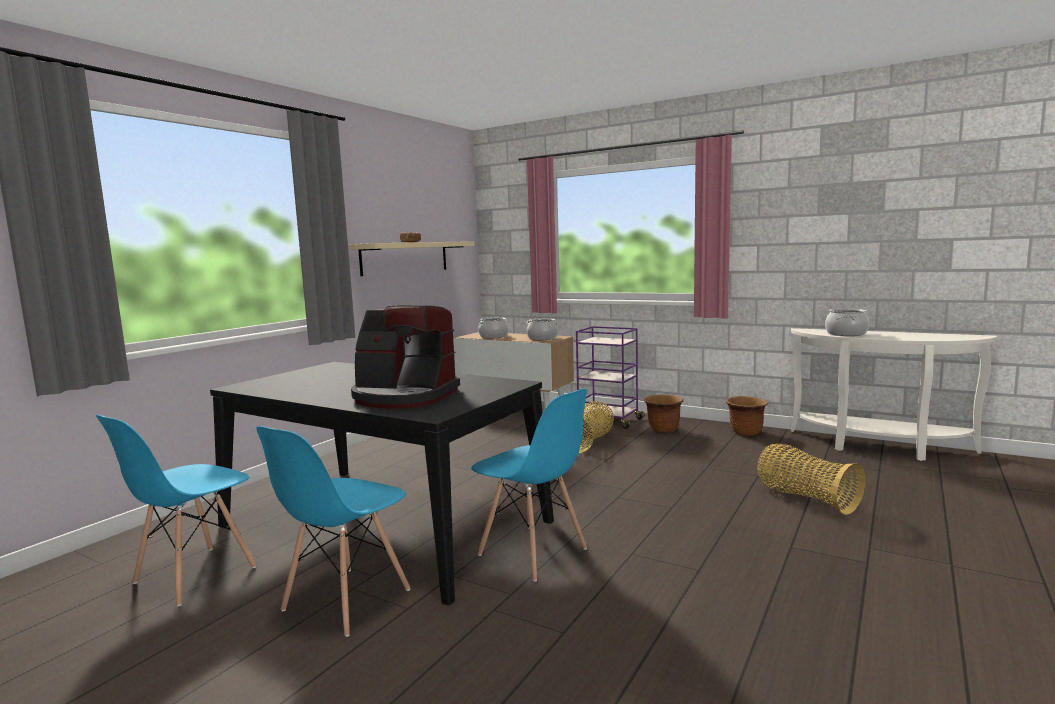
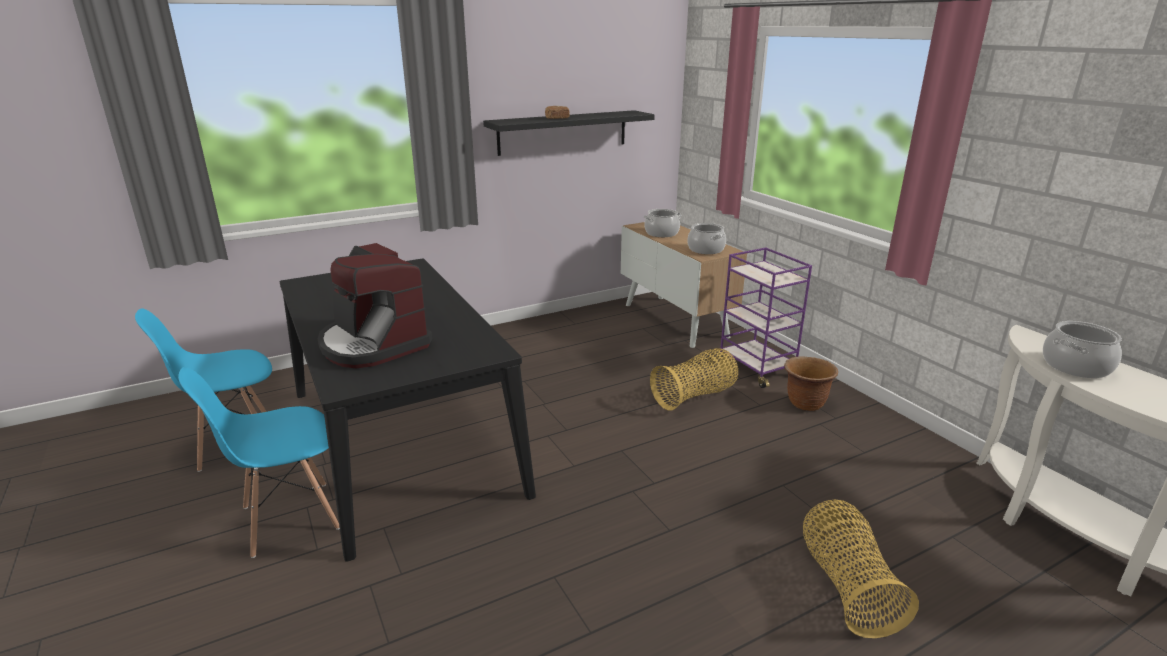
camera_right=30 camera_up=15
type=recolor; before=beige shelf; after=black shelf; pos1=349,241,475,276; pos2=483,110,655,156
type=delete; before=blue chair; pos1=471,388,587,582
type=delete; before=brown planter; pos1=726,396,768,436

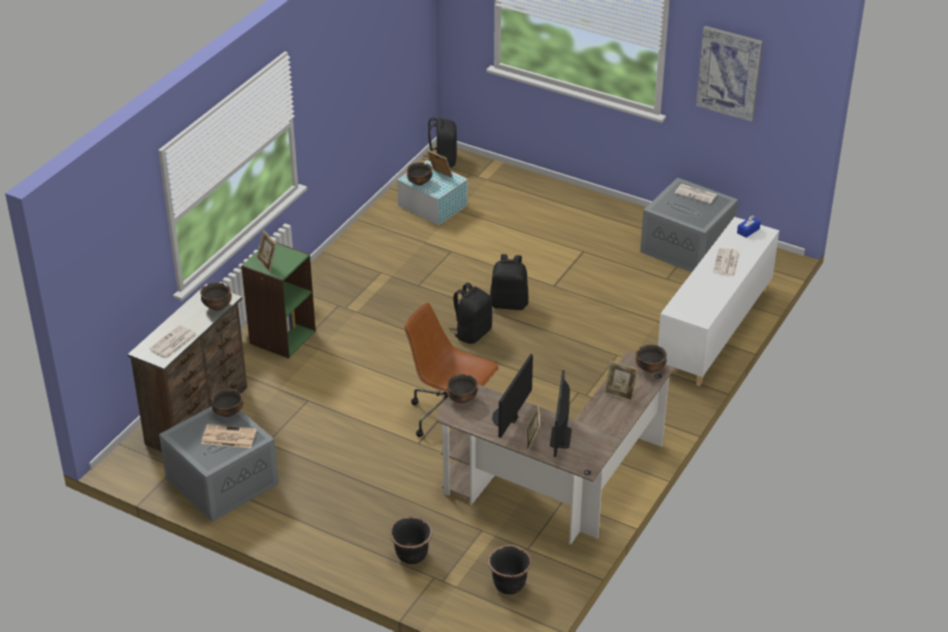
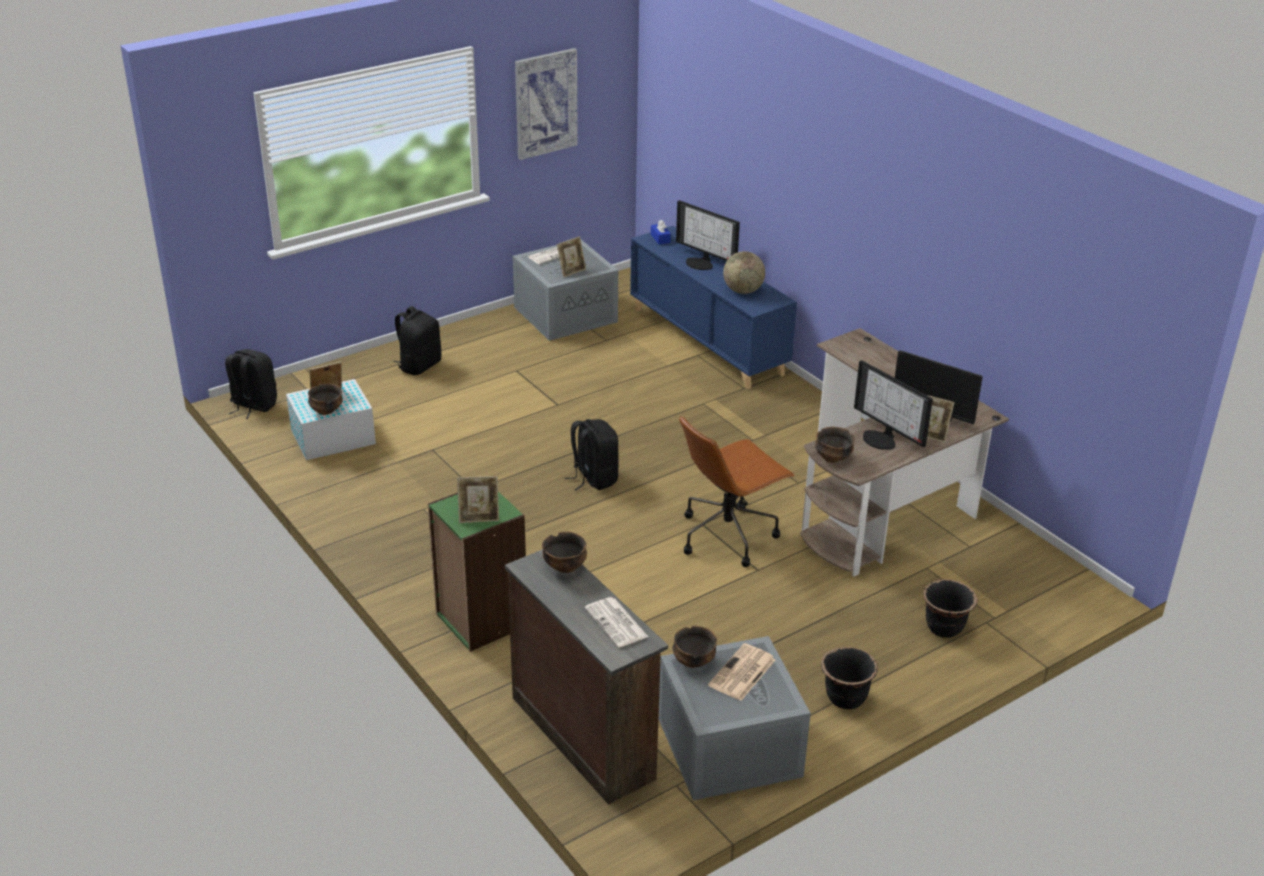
camera_right=-65 camera_up=-5
type=move; before=black backpack; pos1=490,254,528,310; pos2=393,306,441,375
type=move; before=picture frame; pos1=604,361,638,401; pos2=557,237,586,278
type=recolor; before=white cabinet; after=blue cabinet; pos1=658,217,779,386; pos2=630,226,797,389
type=replace; before=newspaper; after=monitor; pos1=713,248,740,276; pos2=676,200,740,270
type=insert; after=globe; pos2=723,251,765,294
type=move; before=black planter; pos1=488,545,532,595; pos2=821,647,878,709
type=delete; before=bowl; pos1=635,344,667,373

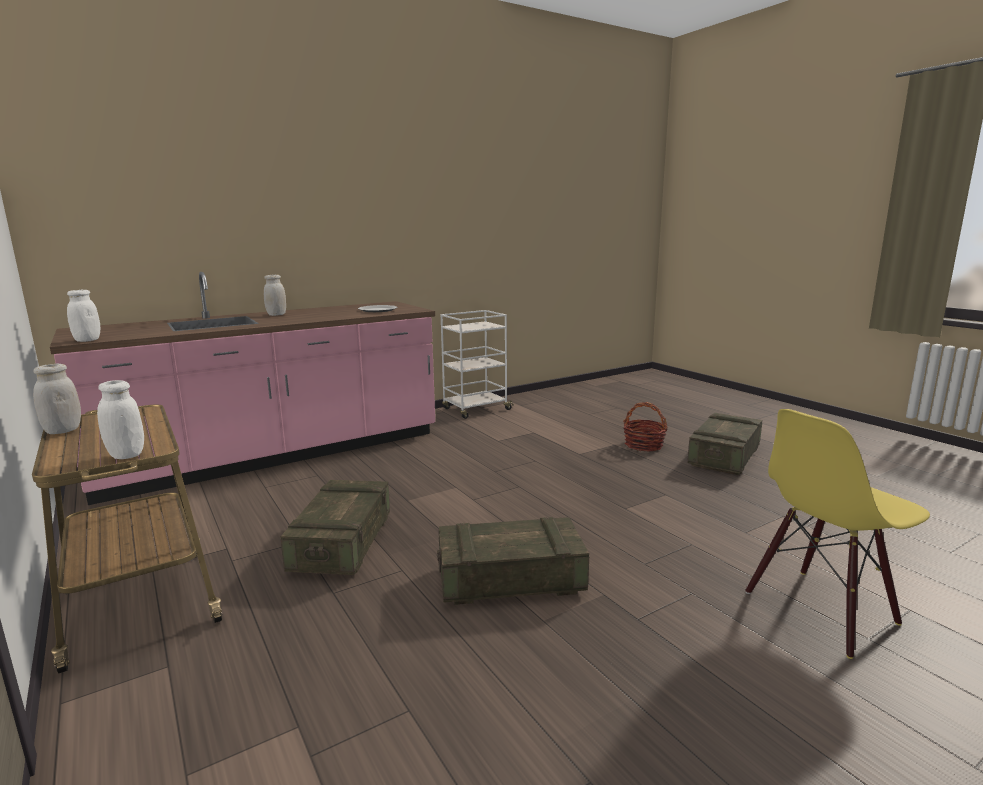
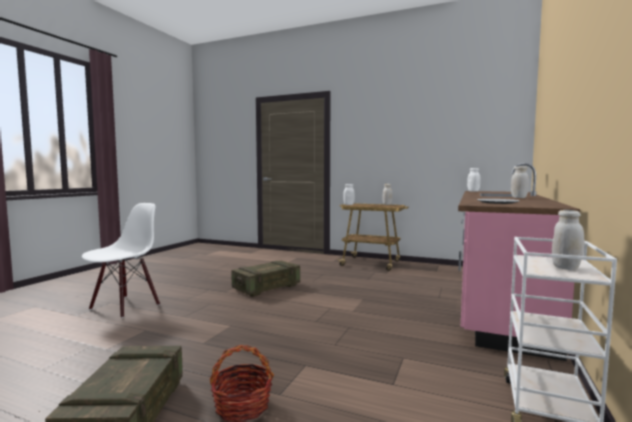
camera_right=145 camera_up=-10
type=recolor; before=yellow chair; after=white chair; pos1=745,409,930,659; pos2=82,203,160,318
type=insert; after=white jar; pos2=552,210,584,270
type=delete; before=crate; pos1=281,480,390,575

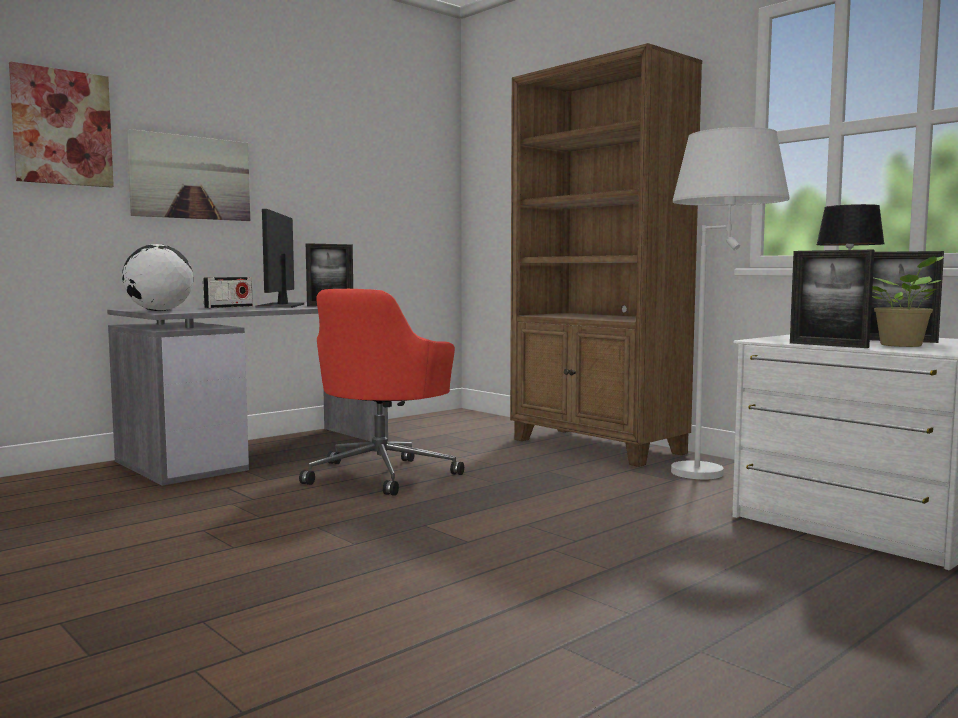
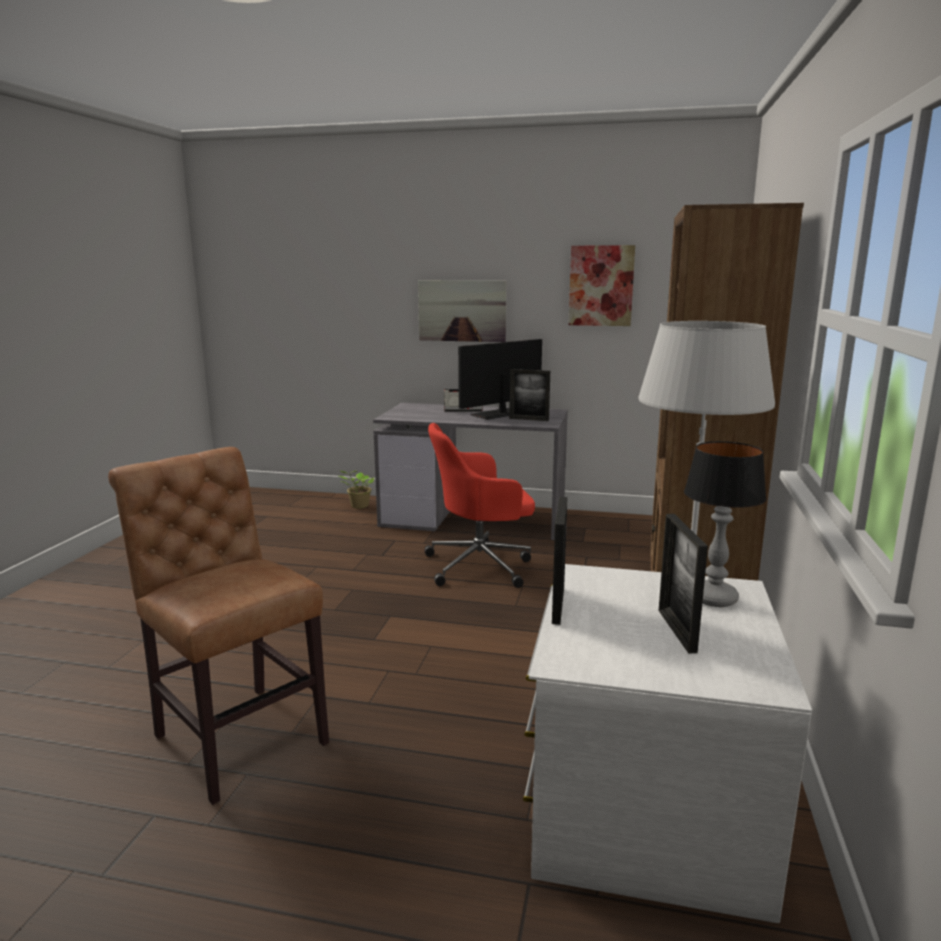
camera_right=55 camera_up=10
type=insert; after=brown chair; pos2=108,447,329,805
type=move; before=potted plant; pos1=872,256,944,347; pos2=339,471,374,508
type=move; before=picture; pos1=9,62,114,187; pos2=568,245,635,326
type=delete; before=globe; pos1=122,244,193,311

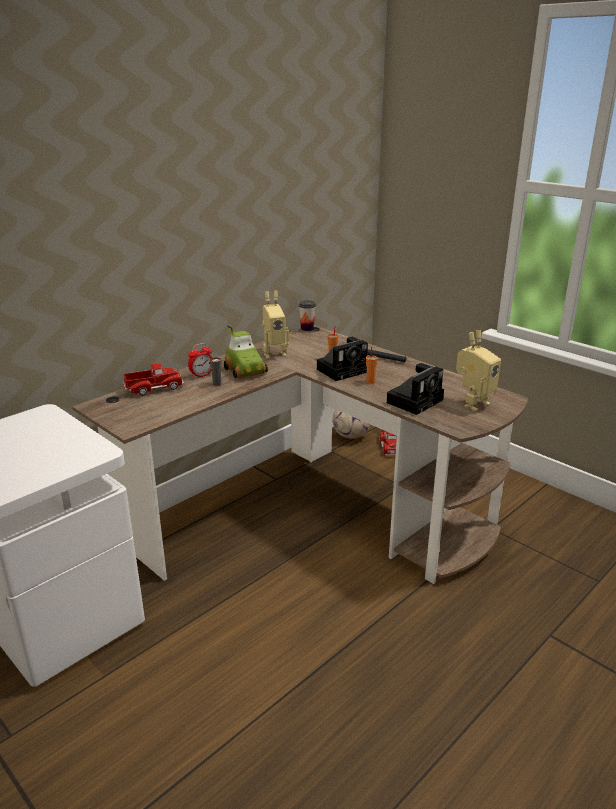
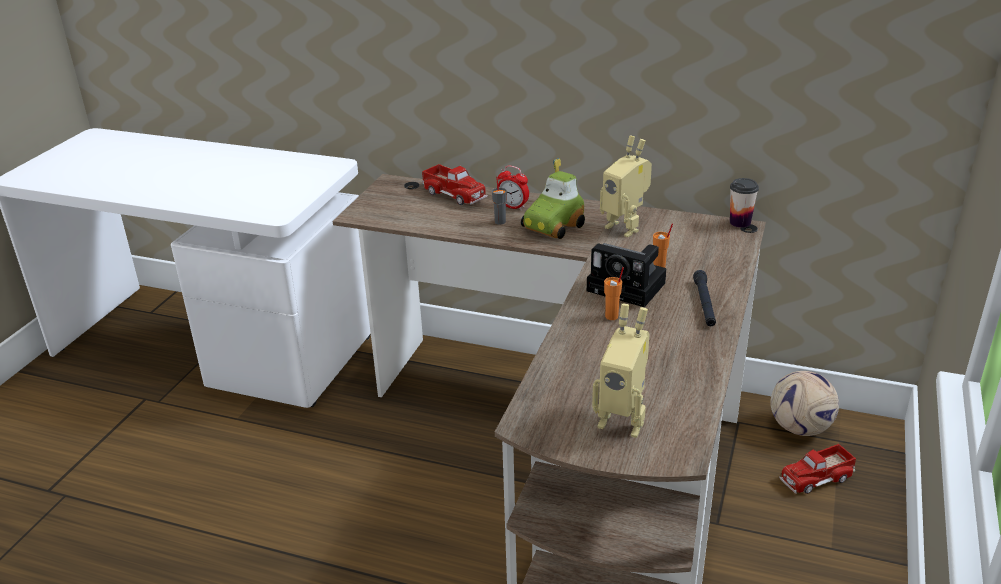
camera_right=65 camera_up=5
type=delete; before=photo camera; pos1=387,363,444,415

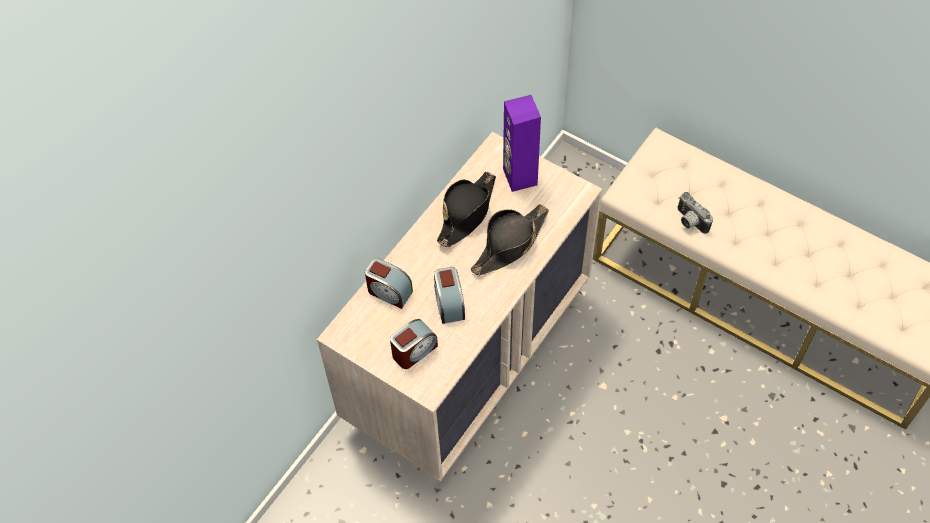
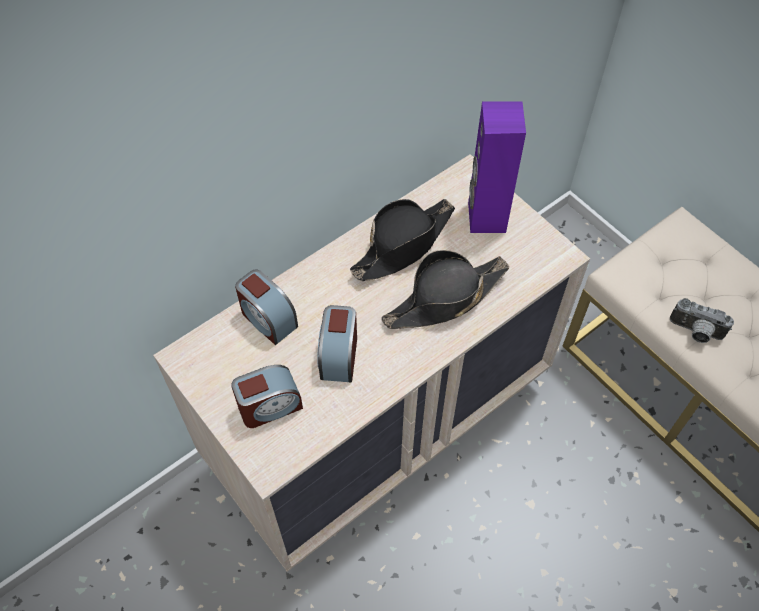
camera_right=15 camera_up=0
type=rotate; before=photo camera; pos1=677,192,713,234; pos2=670,298,734,343; turn=-45

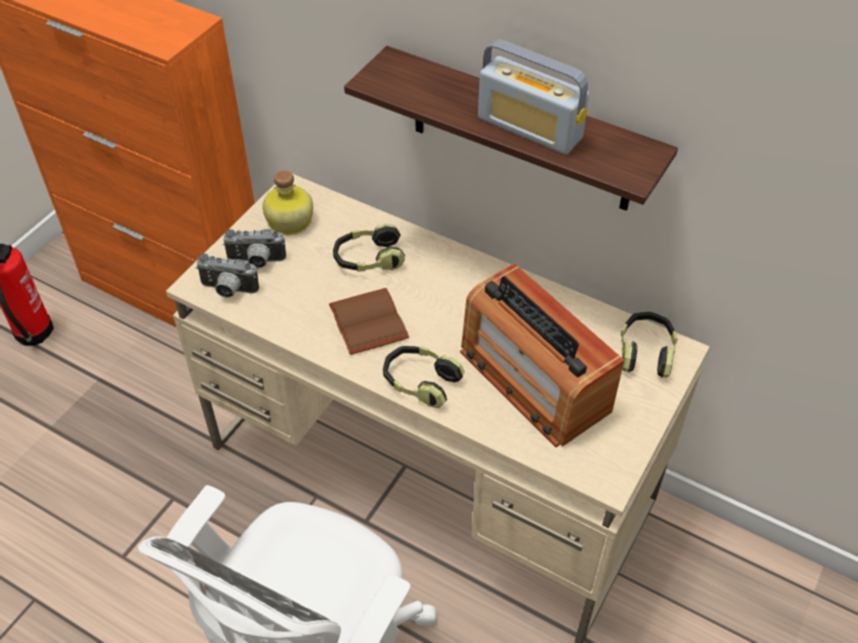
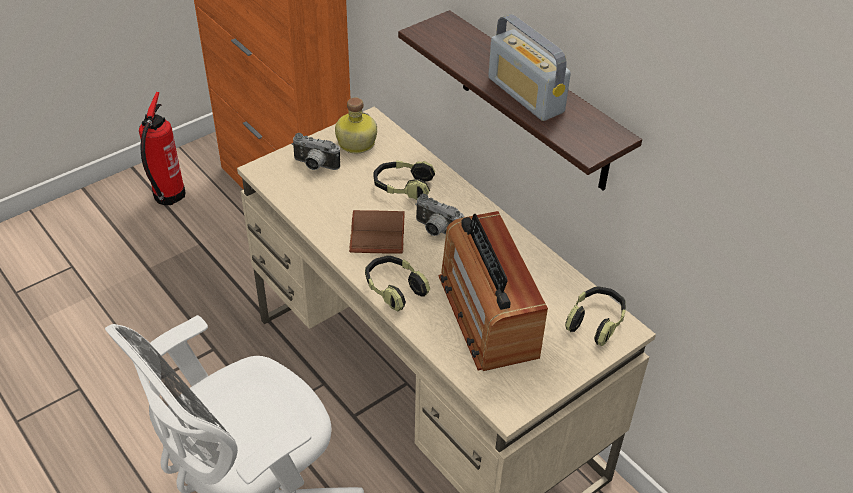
camera_right=20 camera_up=-5
type=move; before=photo camera; pos1=196,253,259,298; pos2=415,194,464,236

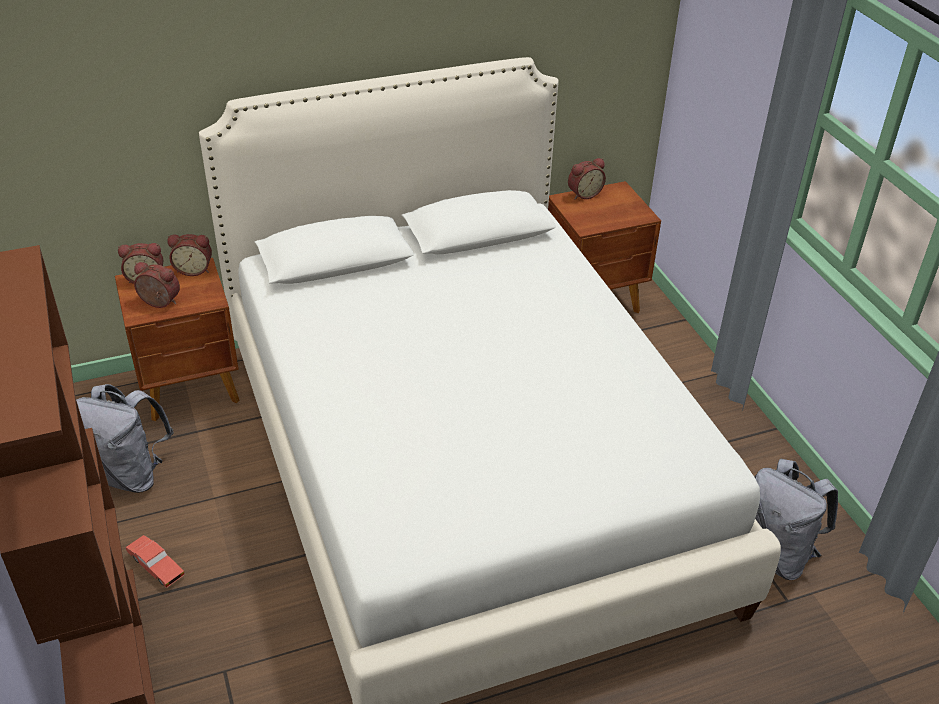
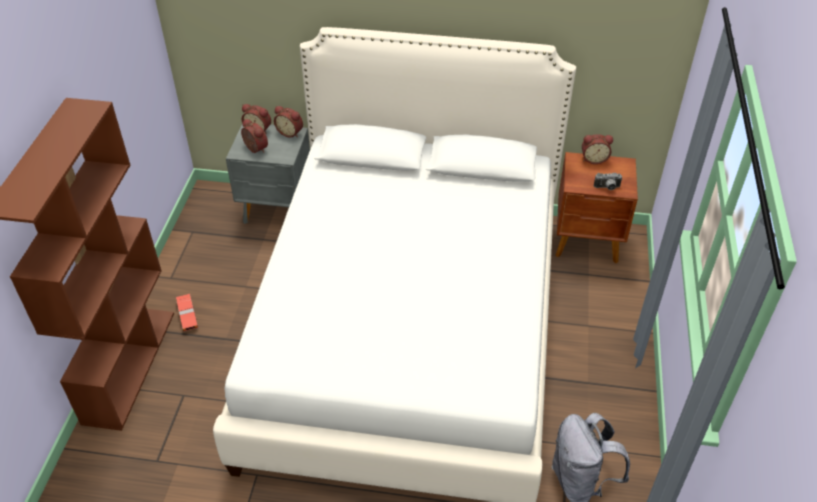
camera_right=30 camera_up=5
type=recolor; before=brown nightstand; after=grey nightstand; pos1=115,258,240,421; pos2=226,123,310,224
type=insert; after=photo camera; pos2=594,173,623,190
type=delete; before=grey backpack; pos1=76,384,174,493

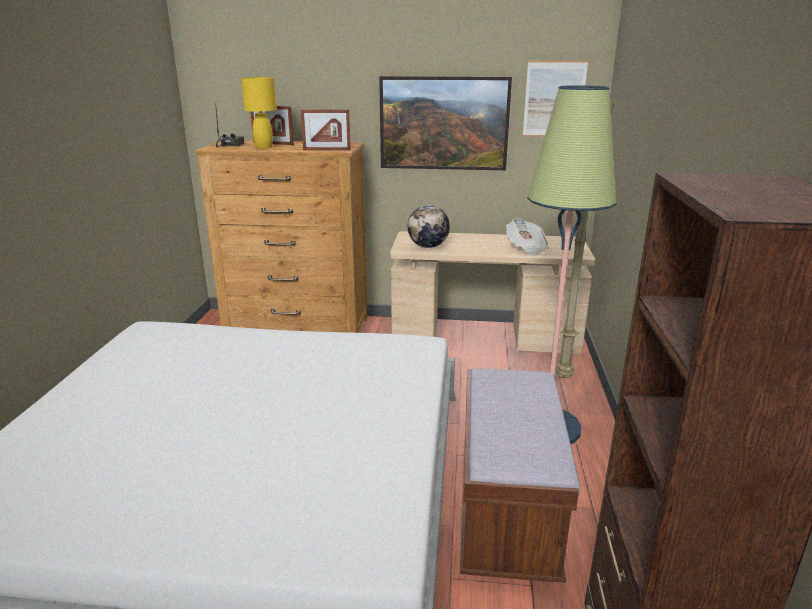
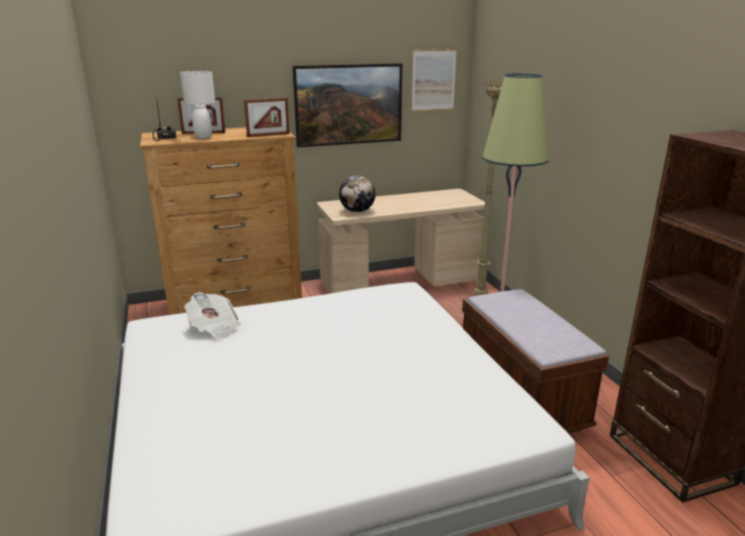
camera_right=-25 camera_up=0
type=recolor; before=yellow table lamp; after=white table lamp; pos1=241,77,277,149; pos2=180,71,215,139
type=move; before=newspaper; pos1=506,218,550,256; pos2=184,292,241,340

